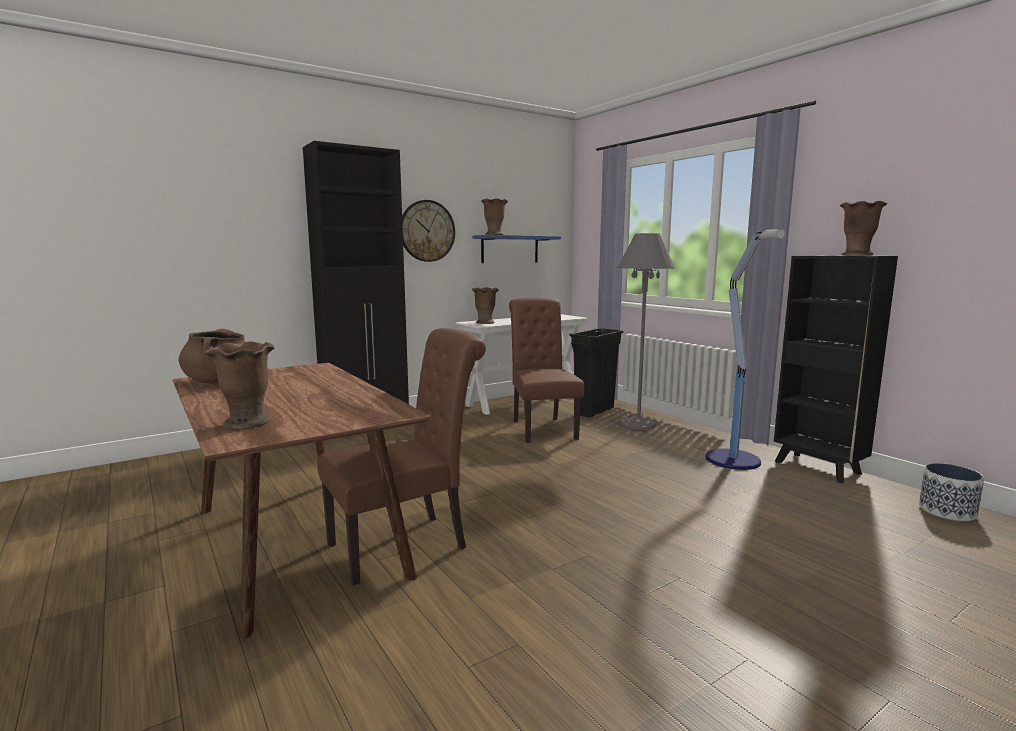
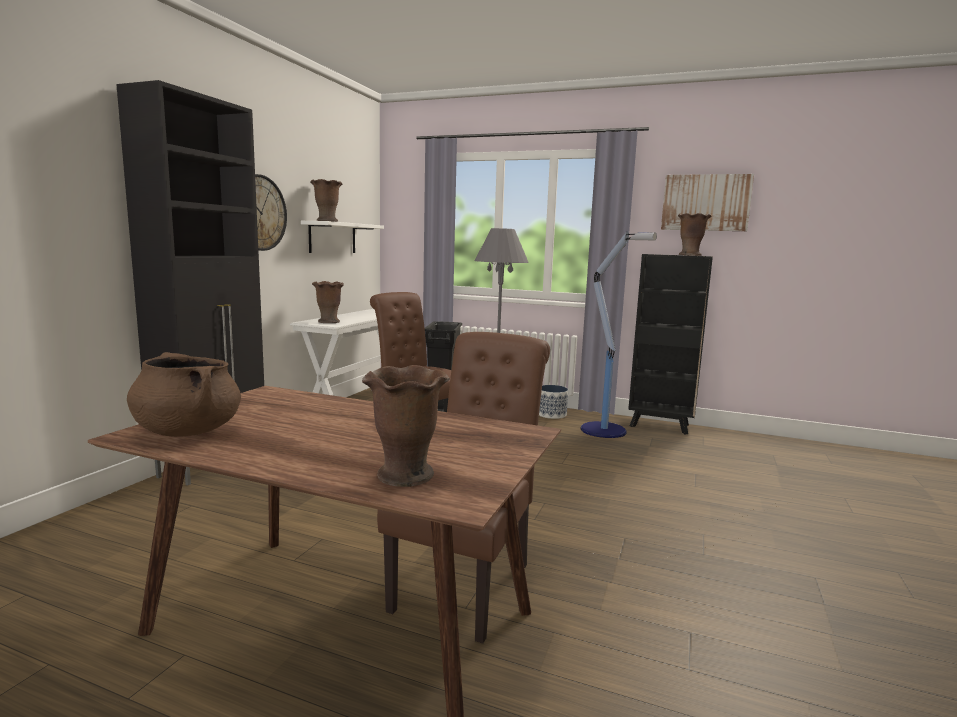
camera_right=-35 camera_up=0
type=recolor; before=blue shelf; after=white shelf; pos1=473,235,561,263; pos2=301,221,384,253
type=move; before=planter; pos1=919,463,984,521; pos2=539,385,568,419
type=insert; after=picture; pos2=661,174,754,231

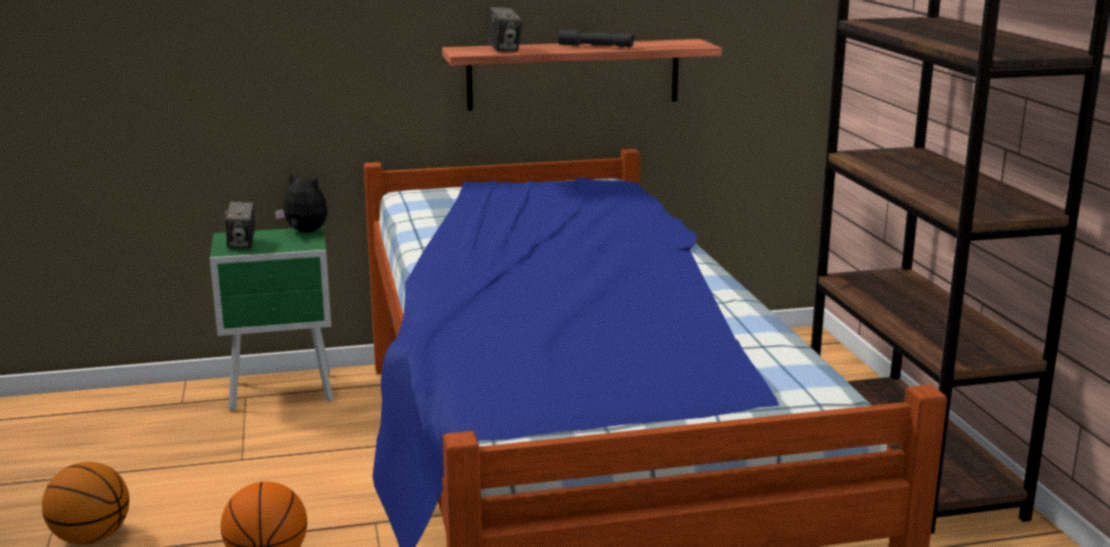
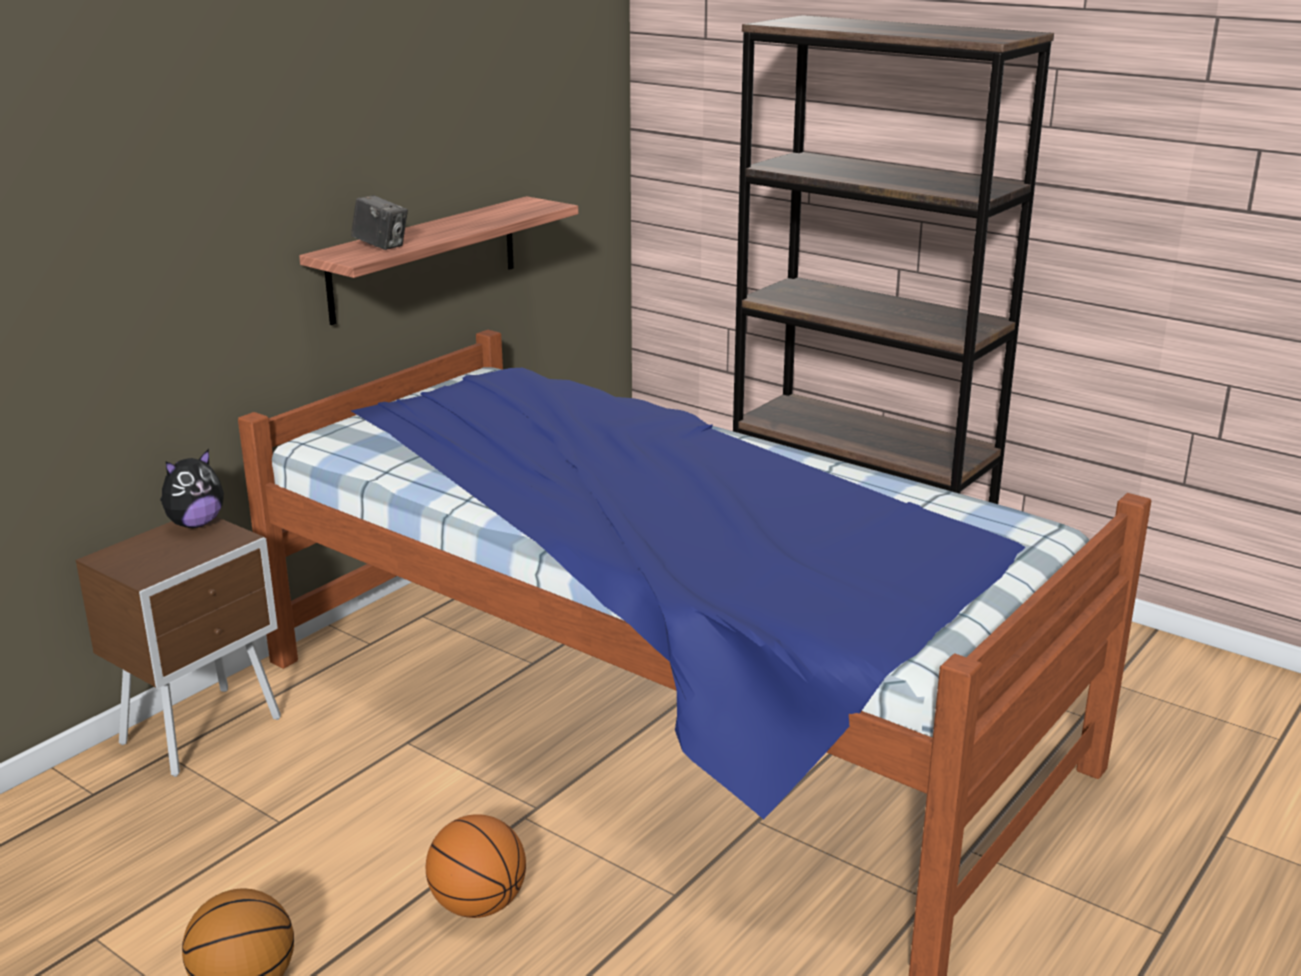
camera_right=-40 camera_up=5
type=recolor; before=green nightstand; after=brown nightstand; pos1=210,226,333,411; pos2=76,517,281,777
type=rotate; before=plush toy; pos1=275,173,327,232; pos2=160,449,224,528; turn=150
type=delete; before=photo camera; pos1=224,201,255,248
type=delete; before=grey flashlight; pos1=558,29,634,47

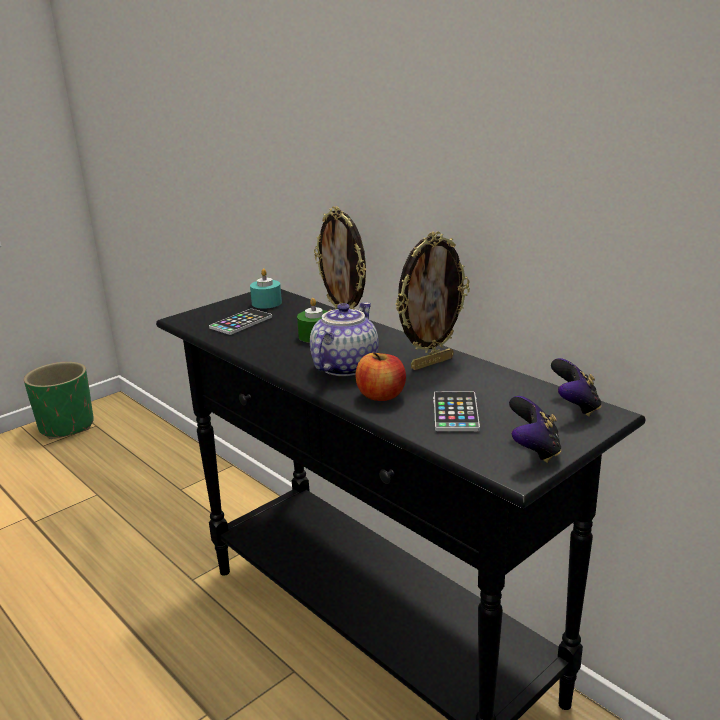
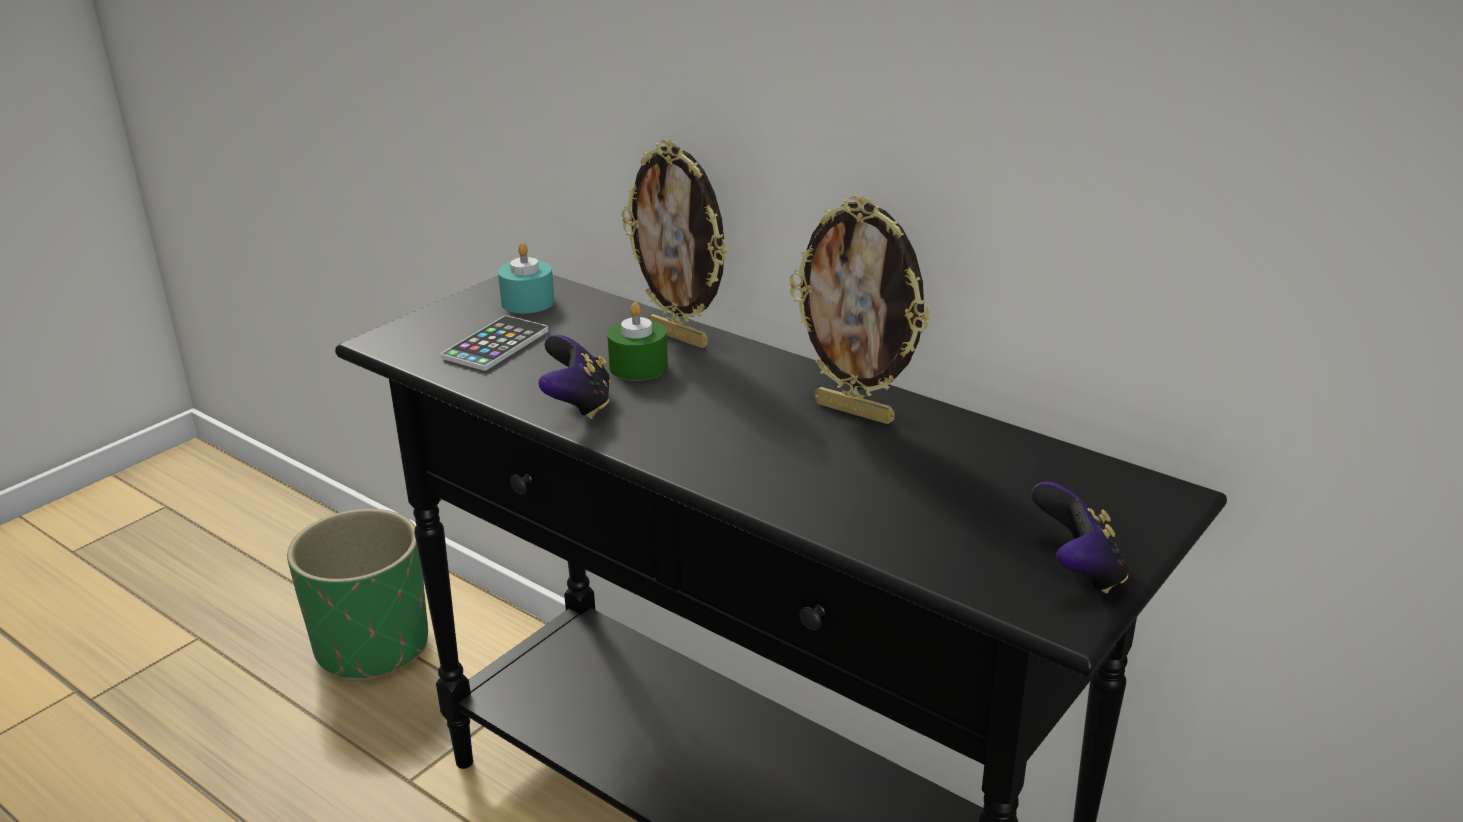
camera_right=-10 camera_up=5
type=move; before=green planter; pos1=24,362,94,439; pos2=287,509,428,682
type=move; before=game controller; pos1=551,358,601,417; pos2=538,335,611,419
type=rotate; before=picture frame; pos1=395,231,470,370; pos2=789,196,930,424; turn=75
type=delete; before=teapot; pos1=310,302,379,376
type=delete; before=apple; pos1=356,352,406,401
type=delete; before=phone; pos1=433,391,480,431

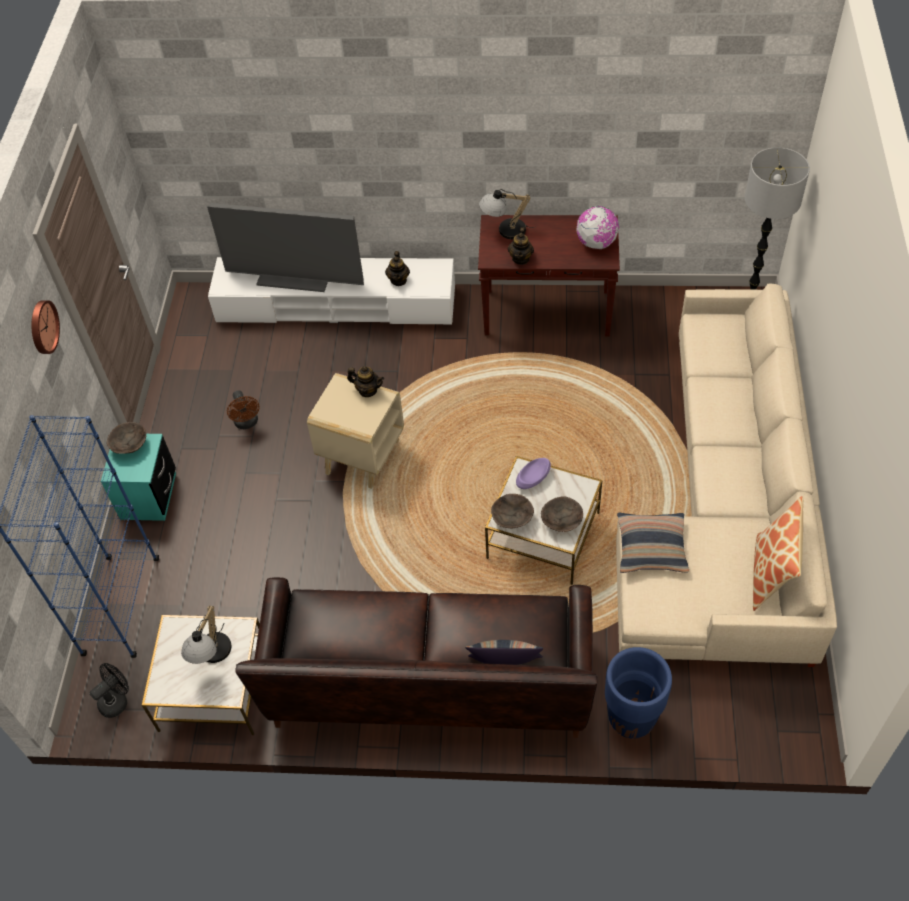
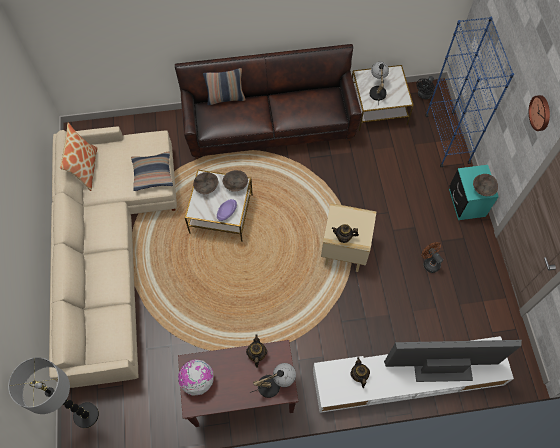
camera_right=165 camera_up=10
type=delete; before=blue planter; pos1=605,647,672,739

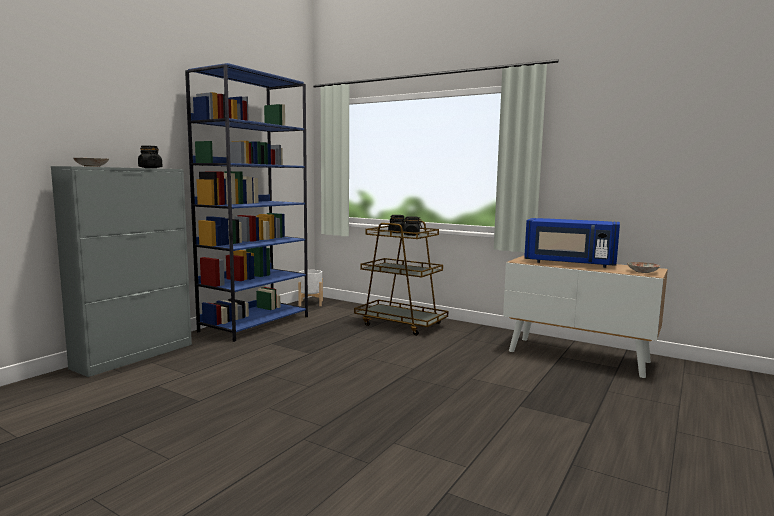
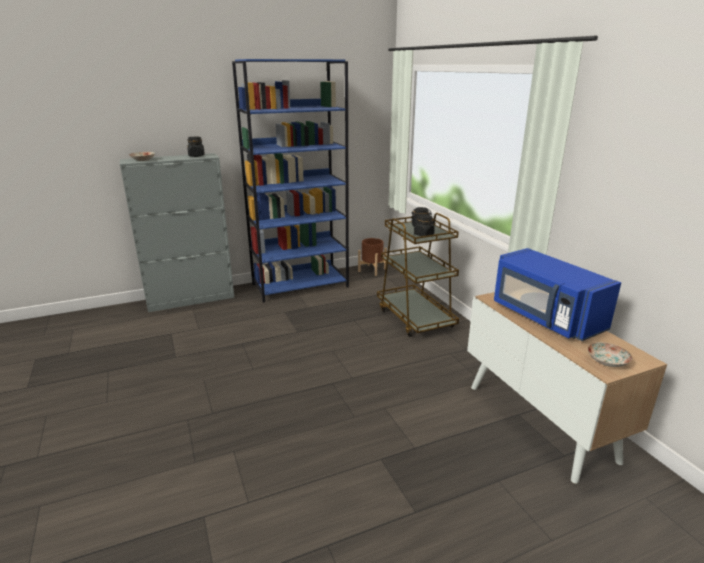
camera_right=35 camera_up=15
type=recolor; before=white planter; after=brown planter; pos1=298,270,323,306; pos2=358,238,387,276

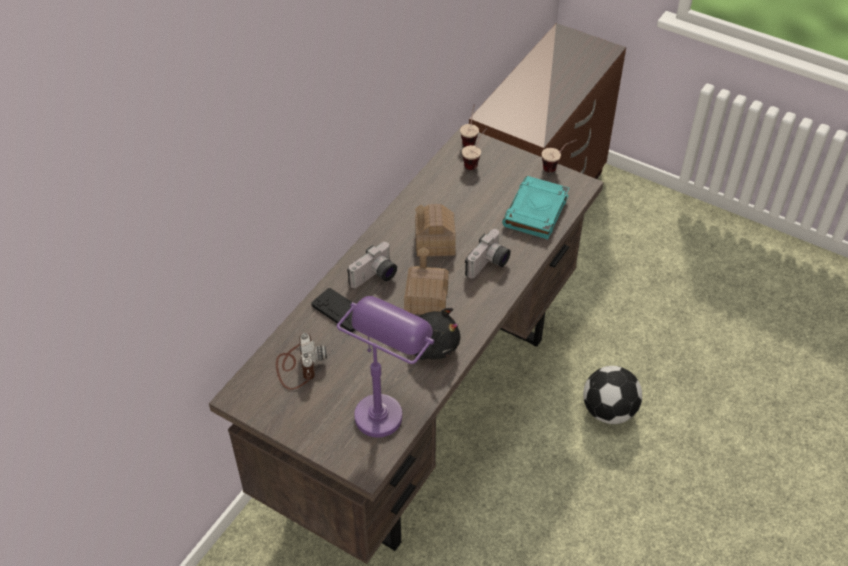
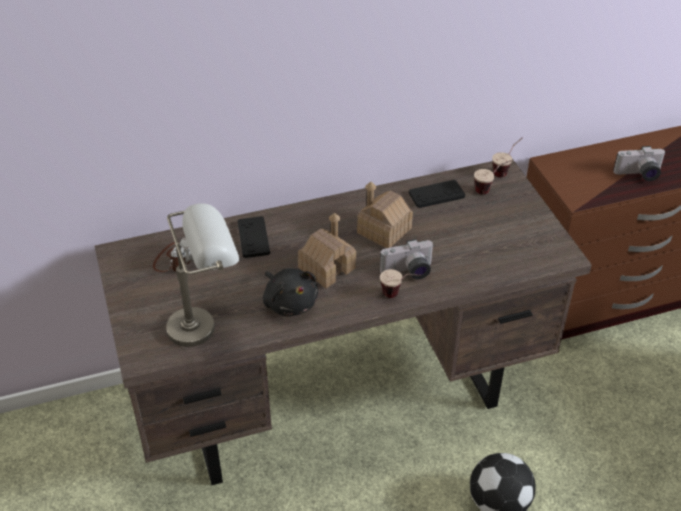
camera_right=40 camera_up=-5
type=recolor; before=purple table lamp; after=grey table lamp; pos1=337,296,434,438; pos2=166,203,239,347
type=move; before=cup; pos1=541,139,577,172; pos2=380,269,421,298
type=insert; after=black game controller; pos2=409,180,465,208
type=move; before=photo camera; pos1=347,242,397,288; pos2=613,146,666,181
type=delete; before=turquoise book; pos1=502,176,569,239

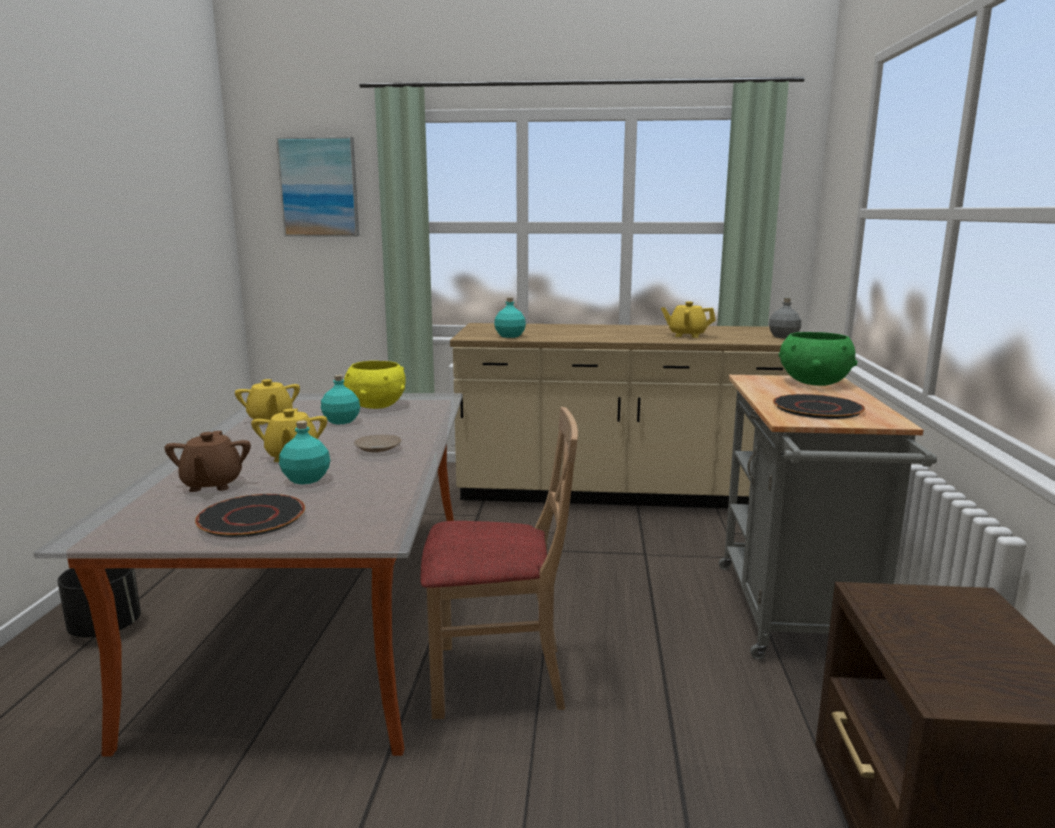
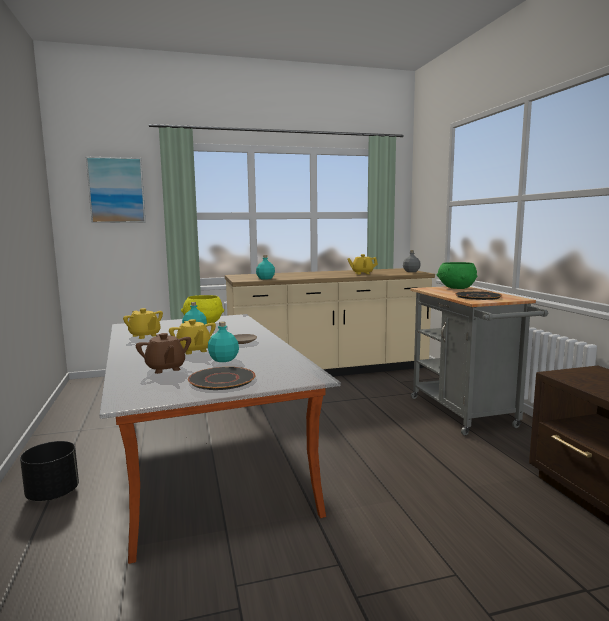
camera_right=-20 camera_up=-5
type=delete; before=beige chair; pos1=421,407,578,719

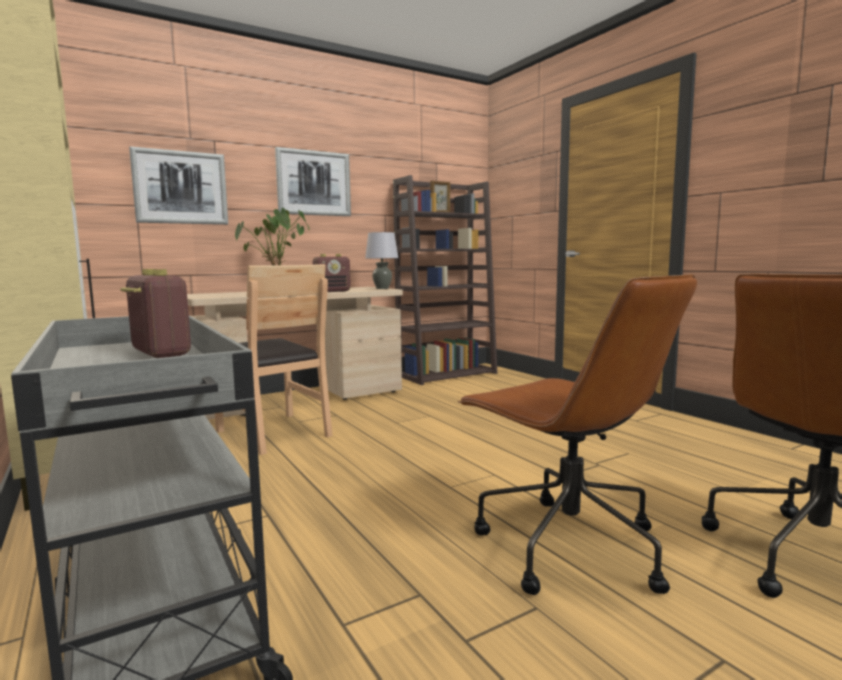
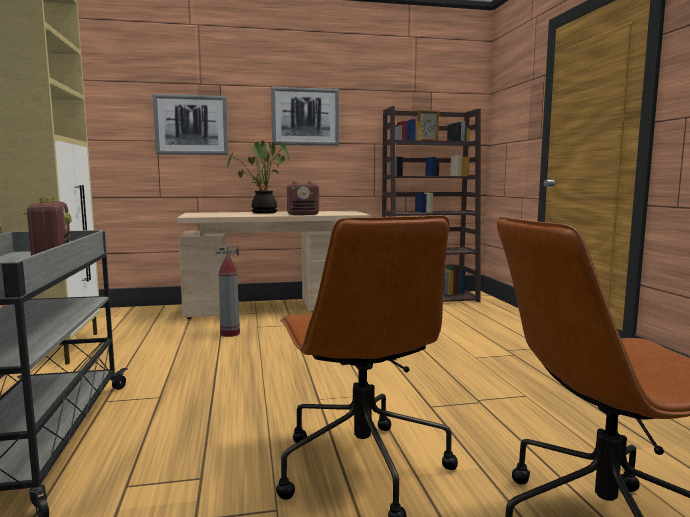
camera_right=20 camera_up=0
type=replace; before=brown chair; after=fire extinguisher; pos1=215,264,333,455; pos2=215,245,240,337
type=delete; before=grey table lamp; pos1=365,232,398,289

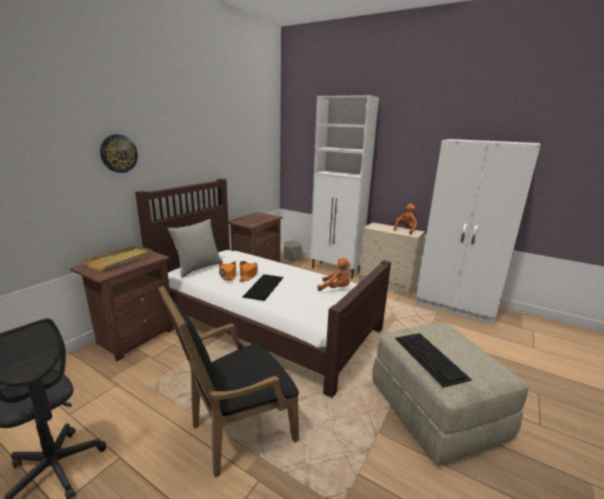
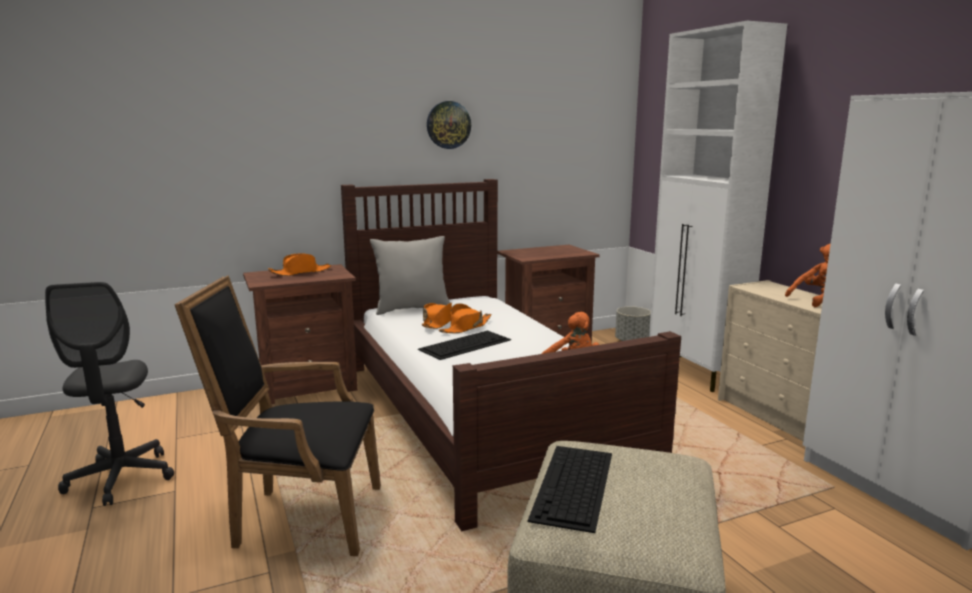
camera_right=35 camera_up=-5
type=replace; before=beige tray; after=orange hat; pos1=83,246,153,271; pos2=268,253,331,276
type=move; before=wall clock; pos1=100,134,138,173; pos2=427,101,471,149

